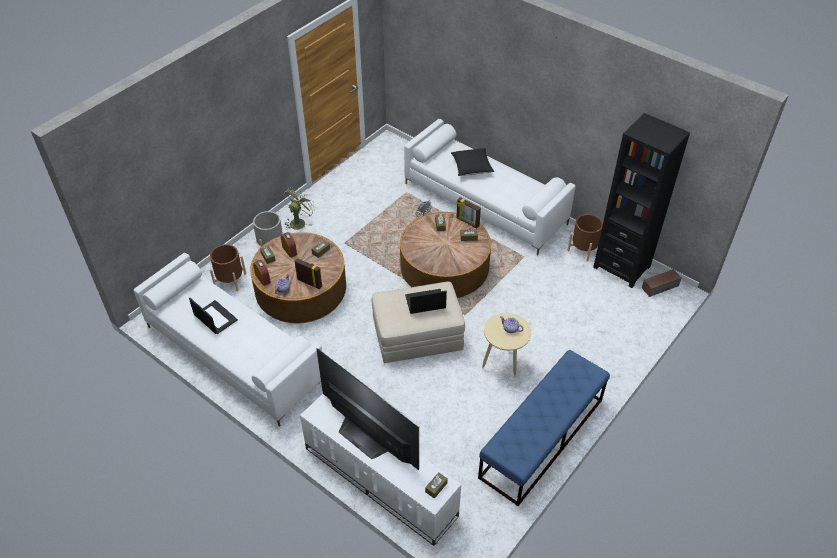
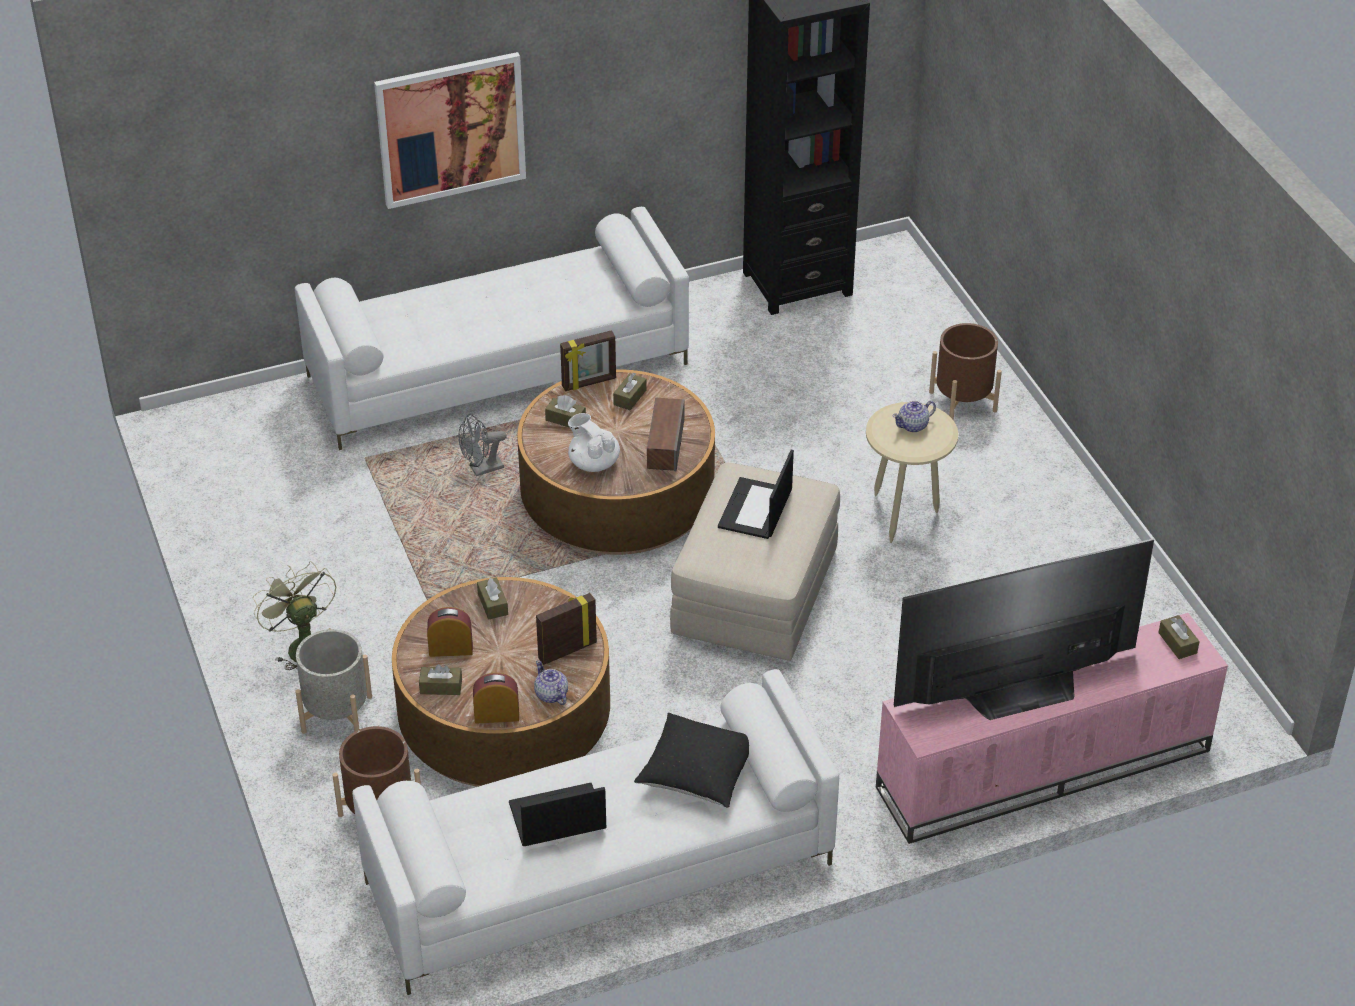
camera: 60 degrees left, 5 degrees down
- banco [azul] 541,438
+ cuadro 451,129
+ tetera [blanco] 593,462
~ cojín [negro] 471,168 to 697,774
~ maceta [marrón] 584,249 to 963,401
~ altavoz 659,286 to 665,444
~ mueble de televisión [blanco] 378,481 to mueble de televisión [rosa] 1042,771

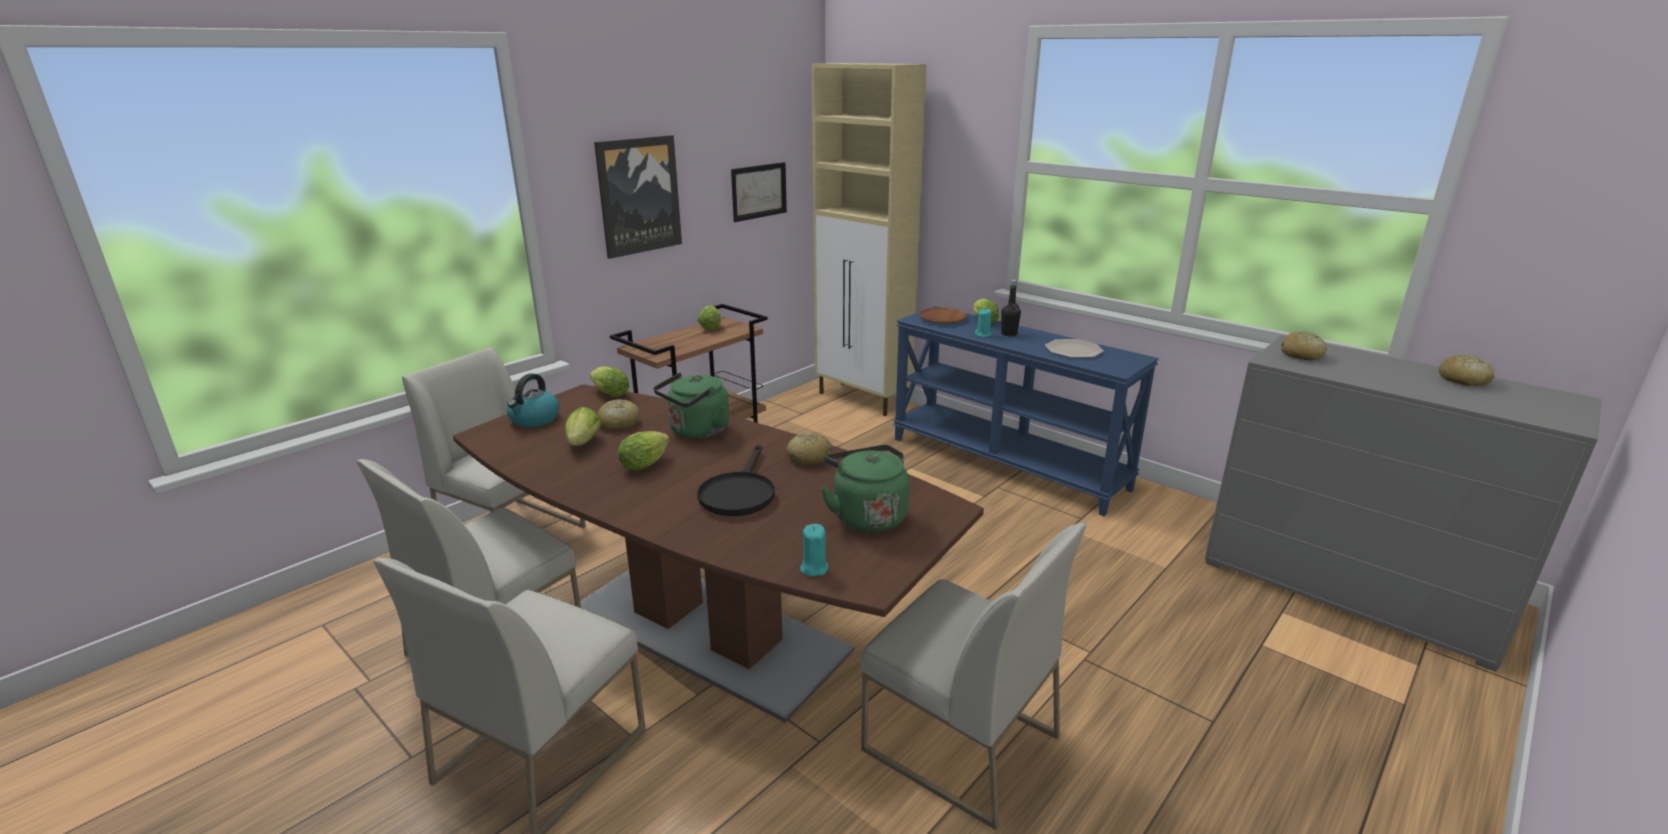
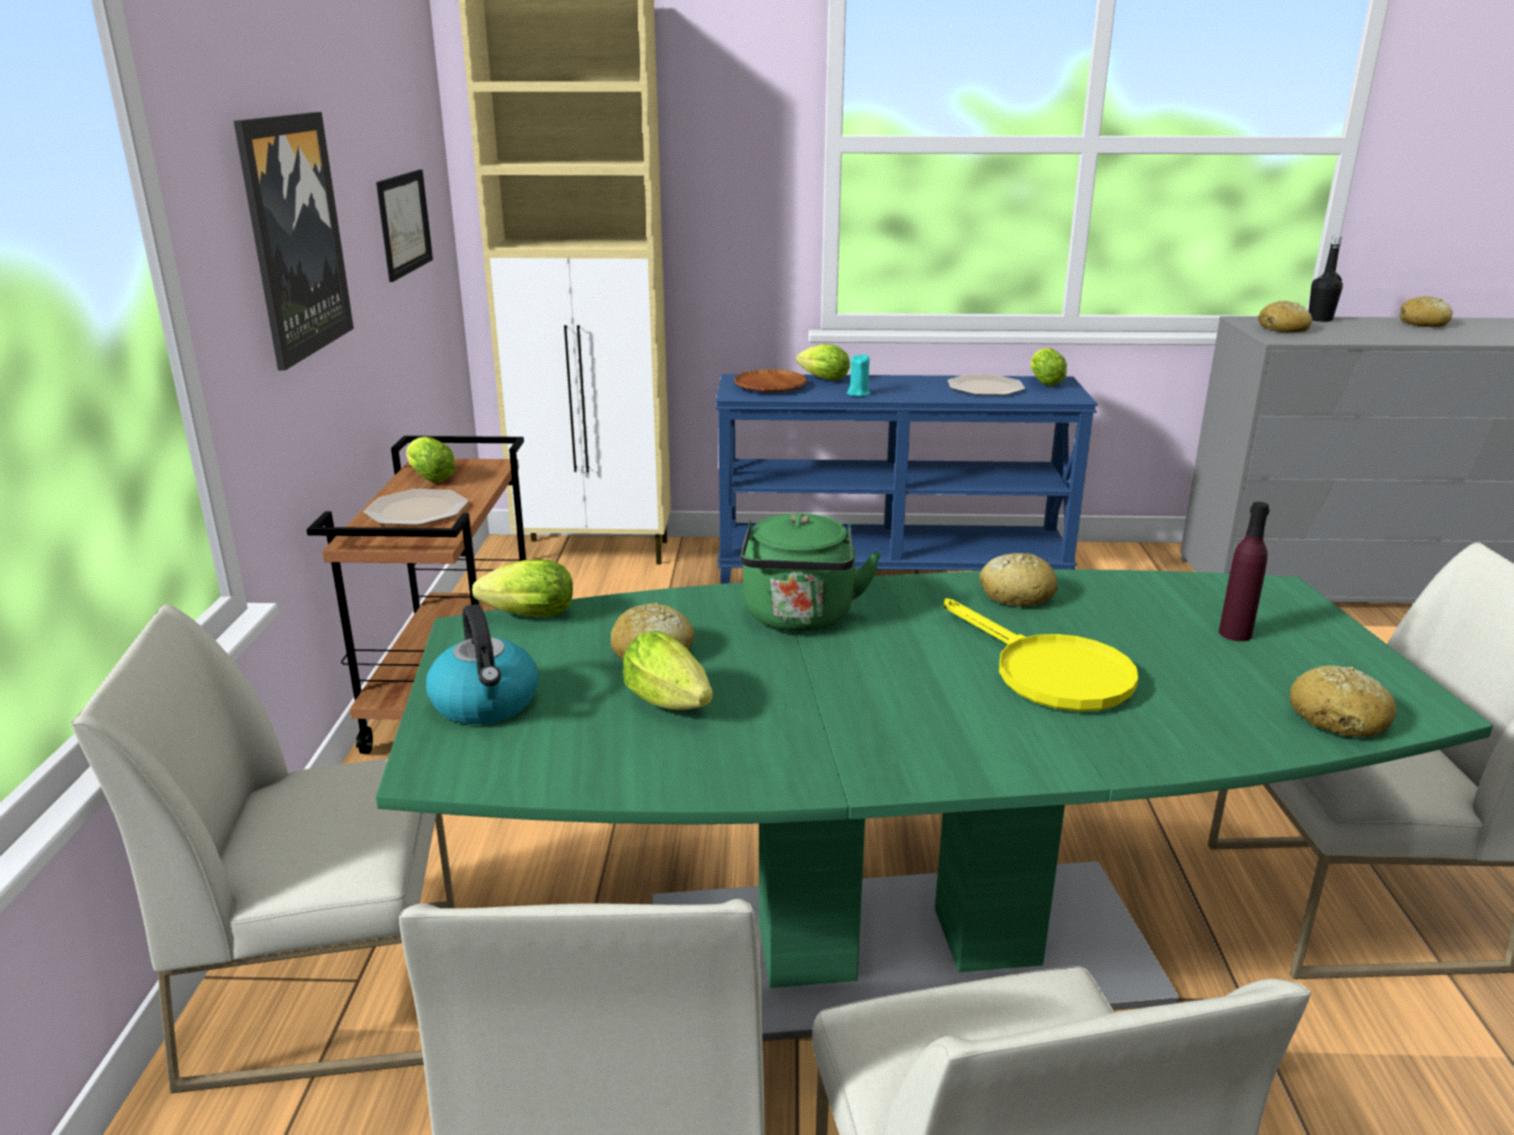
camera: 40 degrees left, 0 degrees up
+ plato 418,510
~ lechuga 647,463 to 1043,382
~ botella [negro] 1009,334 to 1320,319
~ vela [turquesa] 813,568 to pan 1338,718
~ hervidor [verde] 867,516 to botella [morado] 1235,634
~ mesa de comedor [marrón] 707,629 to mesa de comedor [verde] 897,949
~ sartén [negro] 739,493 to sartén [amarillo] 1048,672

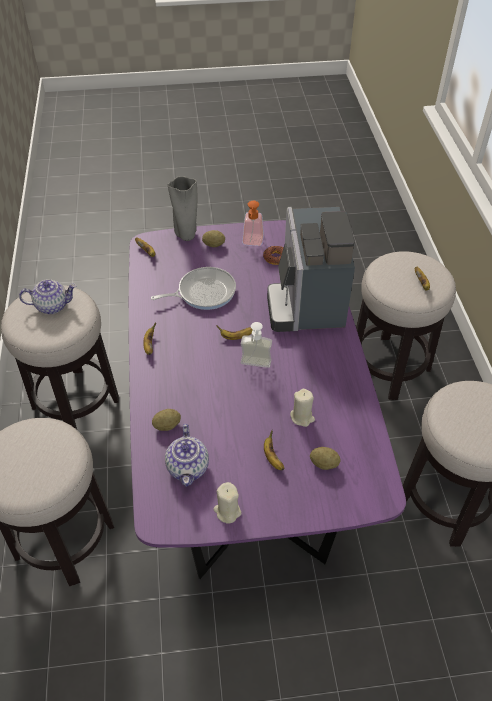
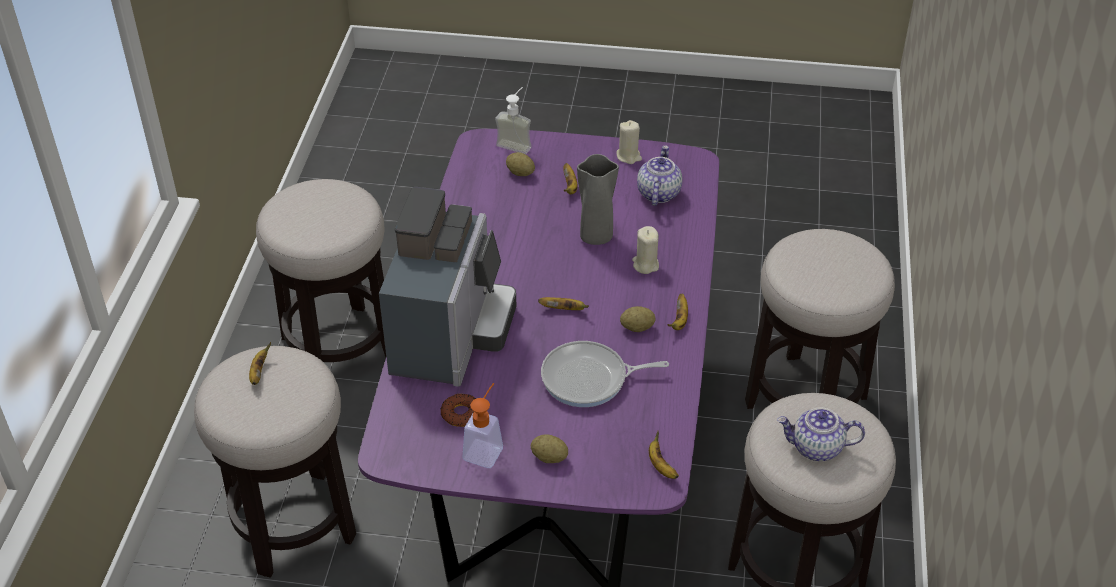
camera: 165 degrees left, 5 degrees down
~ patata 167,425 to 637,328
~ florero [gris] 186,236 to 596,237
~ dispensador de jabón 255,366 to 517,143
~ vela [beis] 302,417 to 645,265

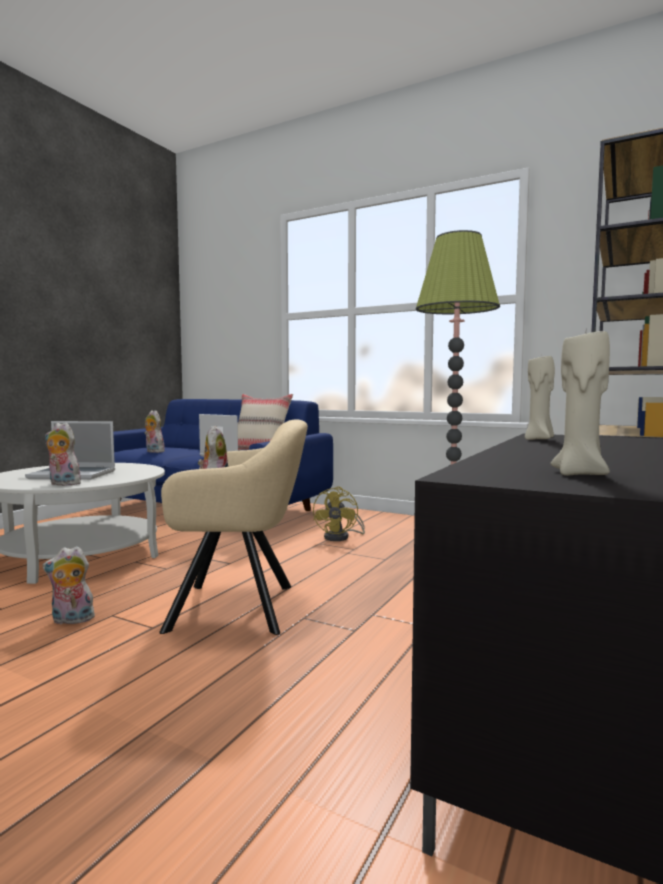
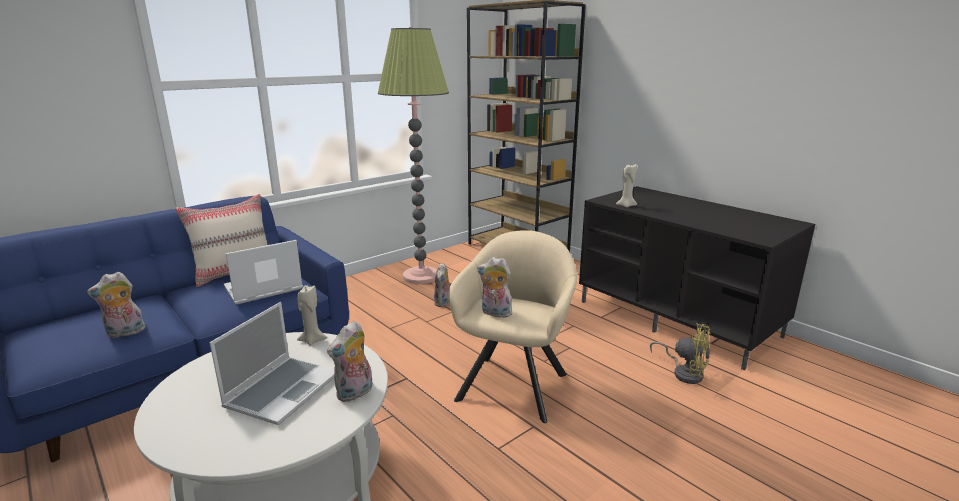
camera: 70 degrees left, 15 degrees up
~ peluche 71,620 to 443,303
~ ventilador [amarillo] 341,537 to 684,372
~ vela [beis] 580,474 to 312,340

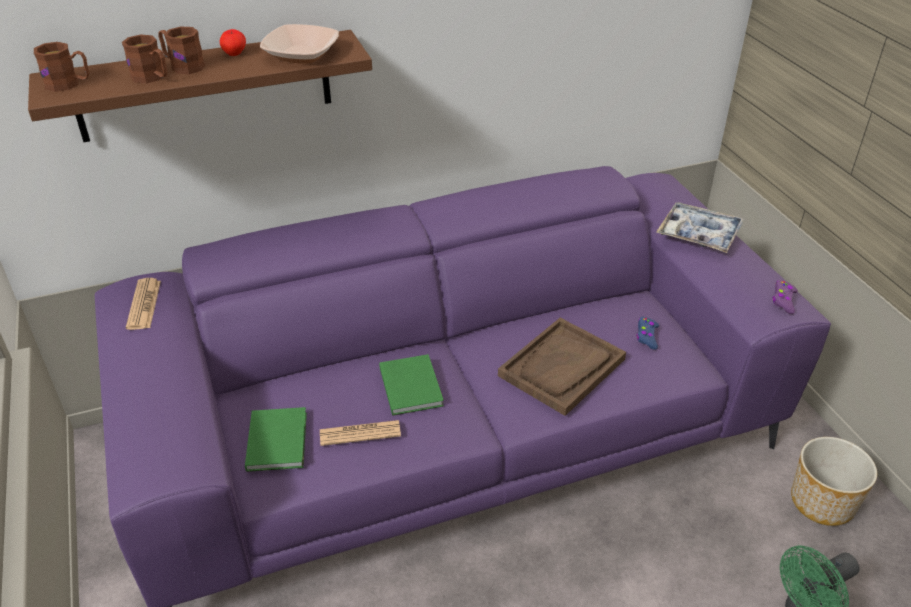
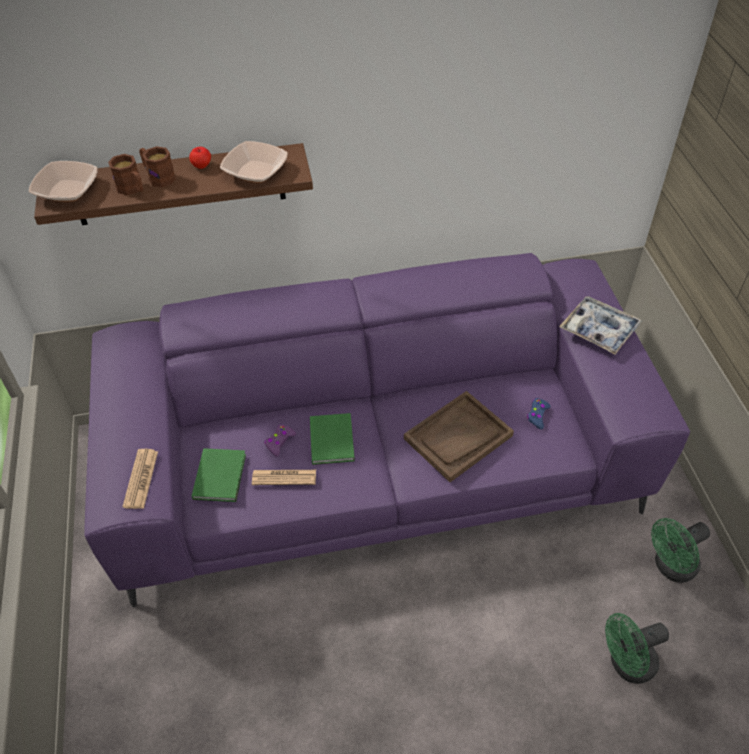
camera: 10 degrees right, 10 degrees up
~ periódico 144,304 to 141,479
~ mando de consola [morado] 783,300 to 279,442
~ taza grande [marrón] 69,84 to cuenco 67,191
~ maceta 822,502 to ventilador [verde] 670,567

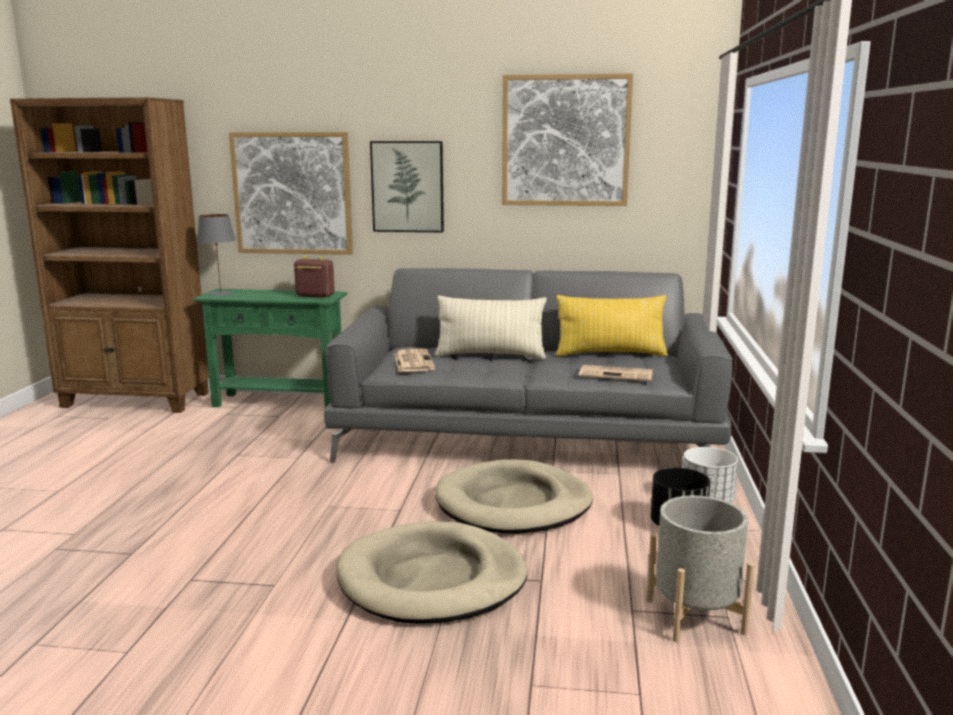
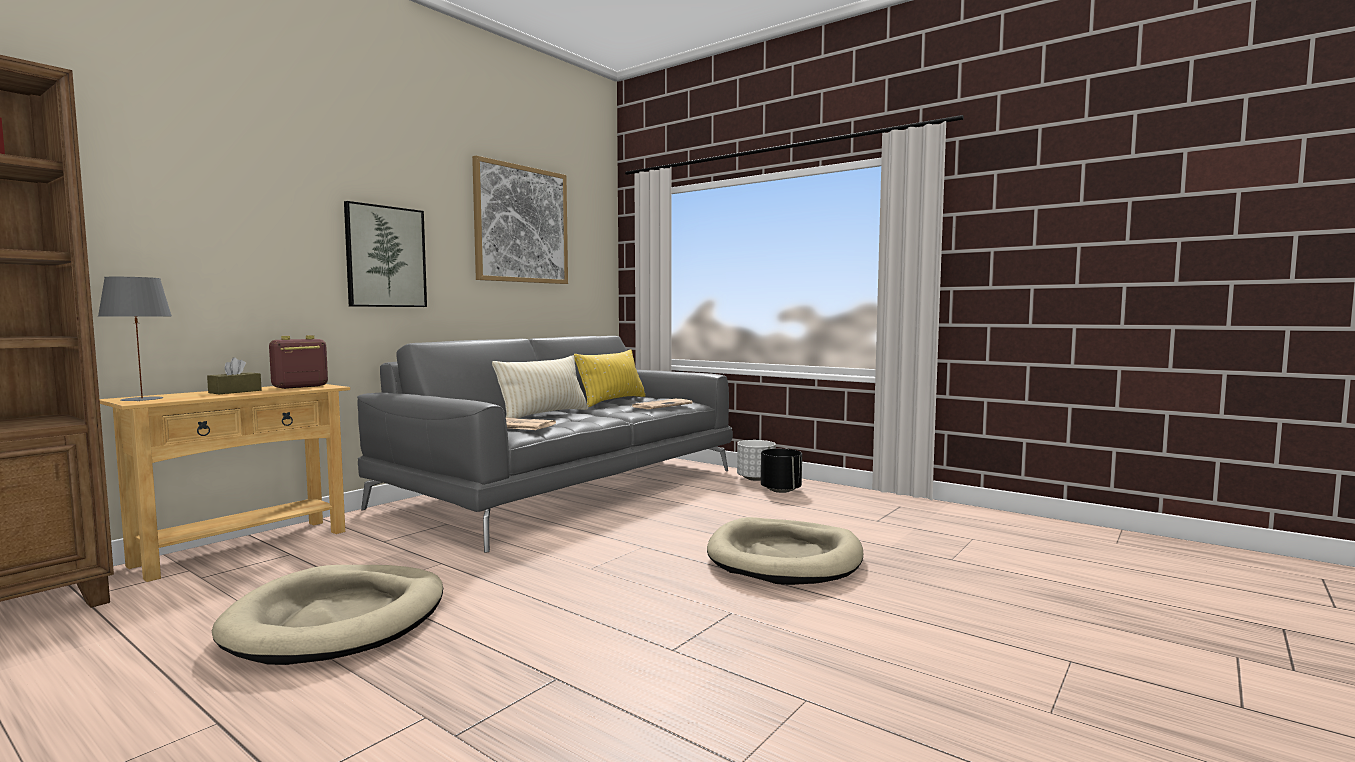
camera: 60 degrees left, 10 degrees down
- cuadro 292,193
- maceta [gris] 695,616
+ caja de pañuelos [marrón] 235,391
~ cama para perro [beis] 513,504 to 339,620
~ mesa consola [verde] 279,402 to mesa consola [beis] 243,548

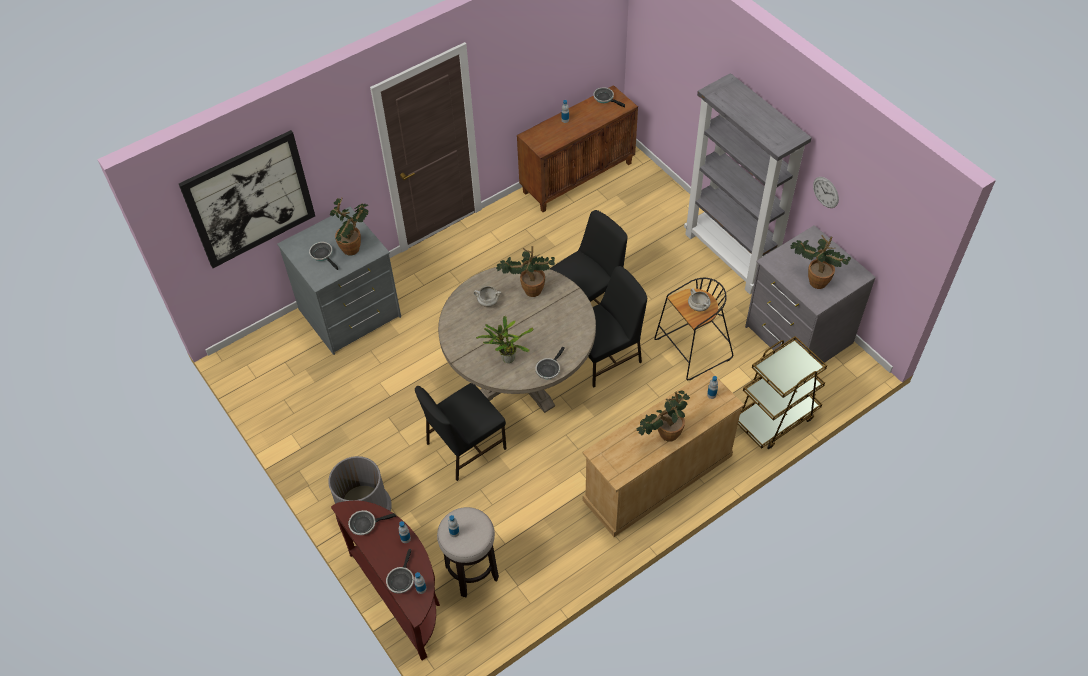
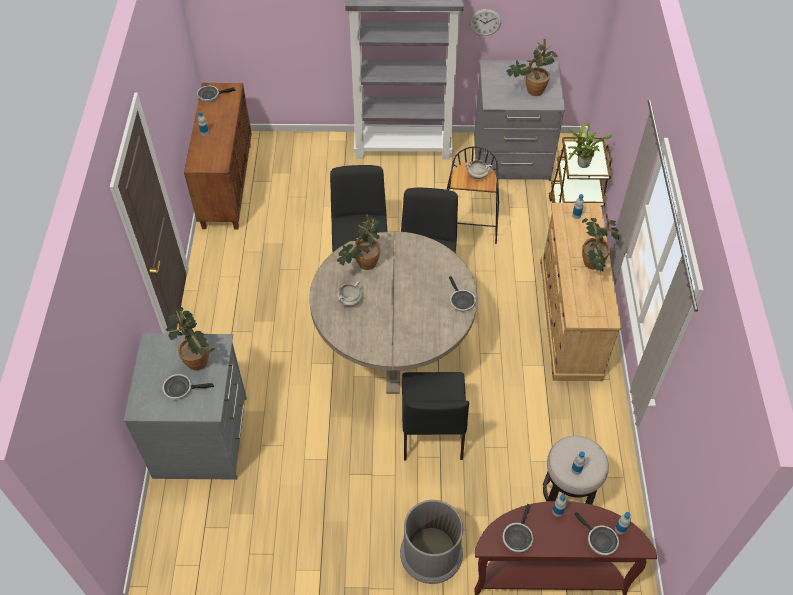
camera: 55 degrees left, 0 degrees up
- cuadro 249,199
~ planta en maceta 506,358 to 581,165

